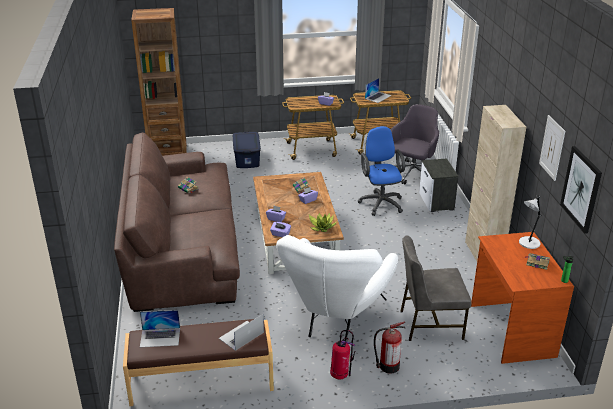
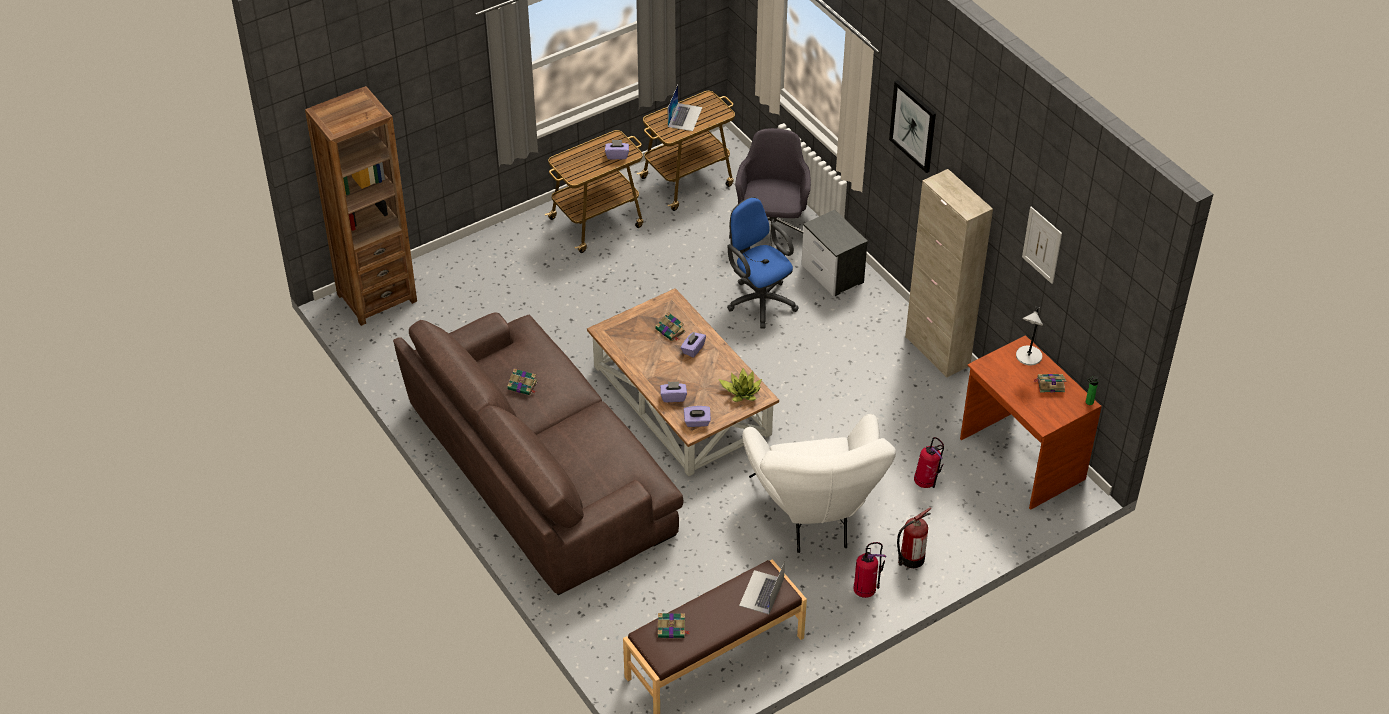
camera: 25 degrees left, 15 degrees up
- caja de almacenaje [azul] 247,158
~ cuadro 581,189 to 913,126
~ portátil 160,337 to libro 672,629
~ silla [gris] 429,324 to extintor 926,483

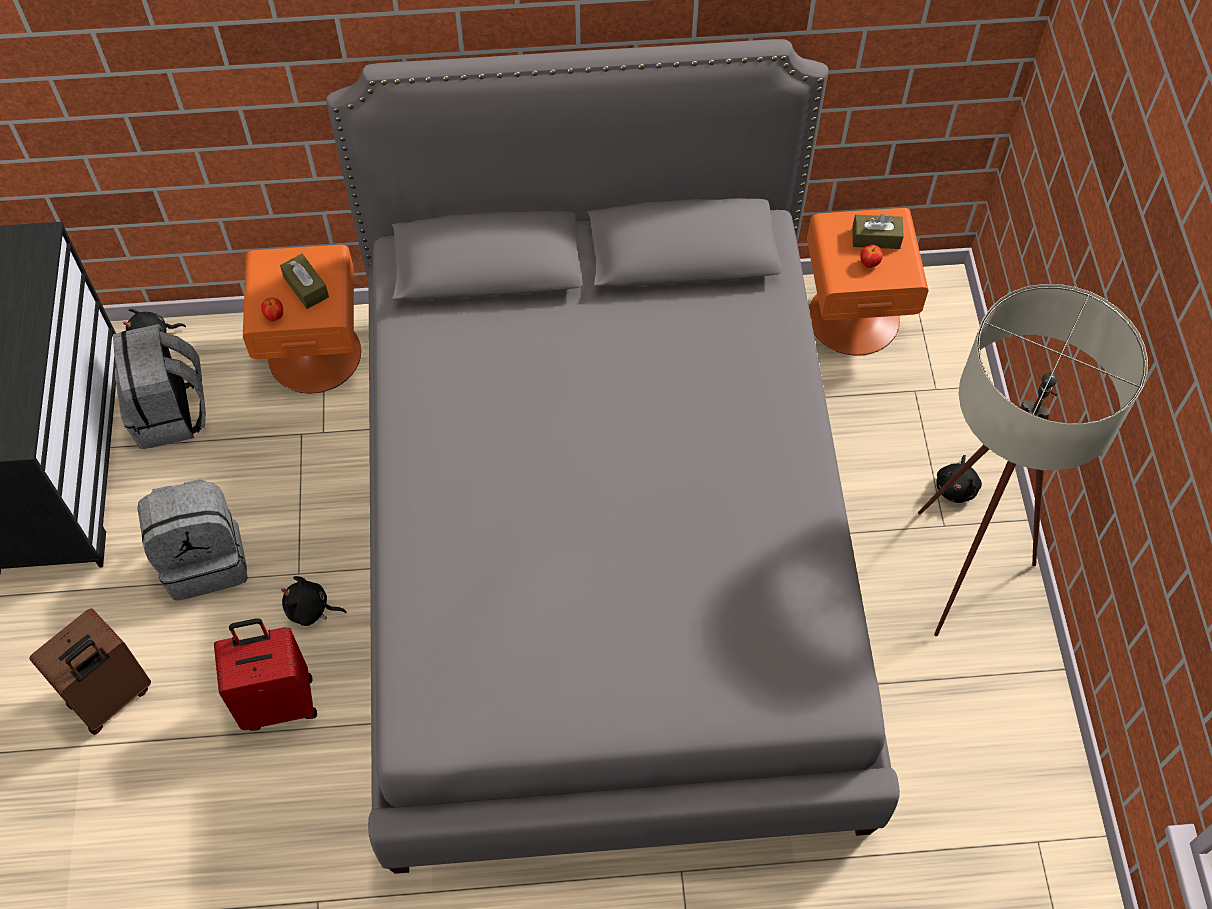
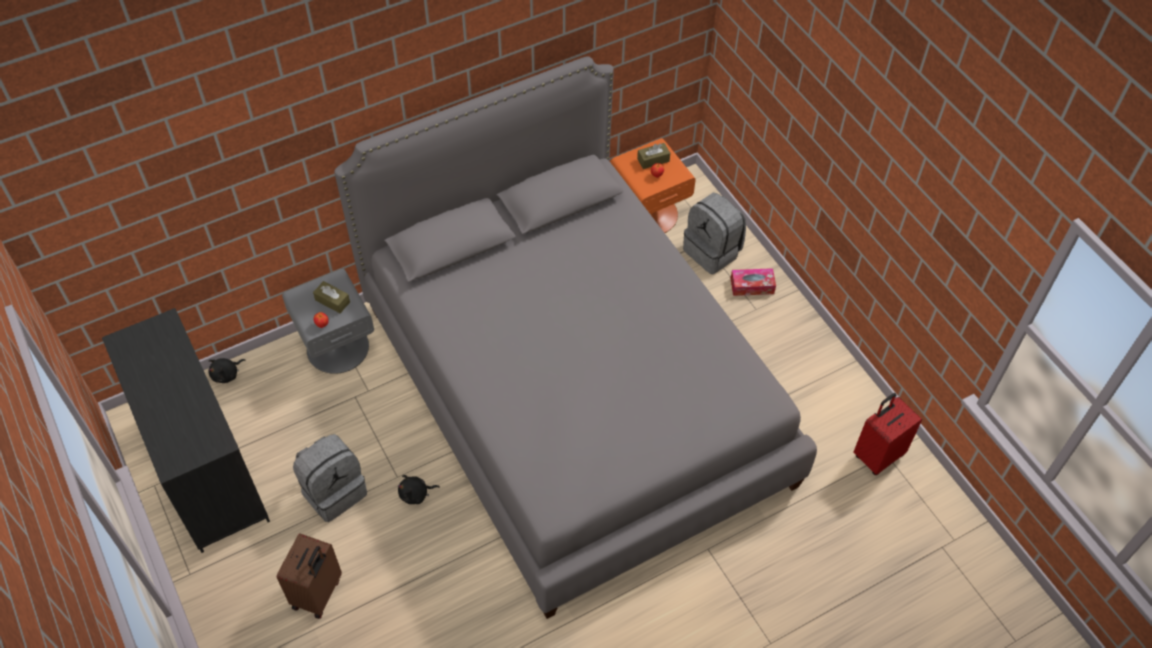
camera: 25 degrees left, 5 degrees down
- lámpara de pie [beis] 956,583
~ mochila [gris] 171,413 to 713,251
~ maleta [rojo] 278,701 to 877,455
~ peluche [negro] 956,487 to caja de pañuelos 752,286
~ mesita de noche [naranja] 314,353 to mesita de noche [gris] 337,346

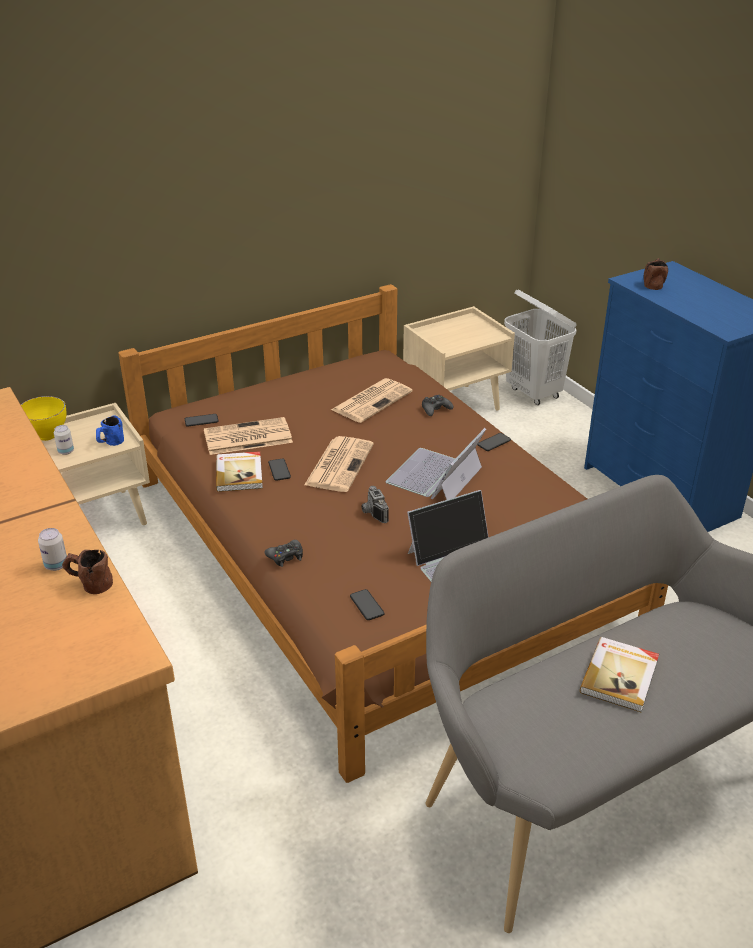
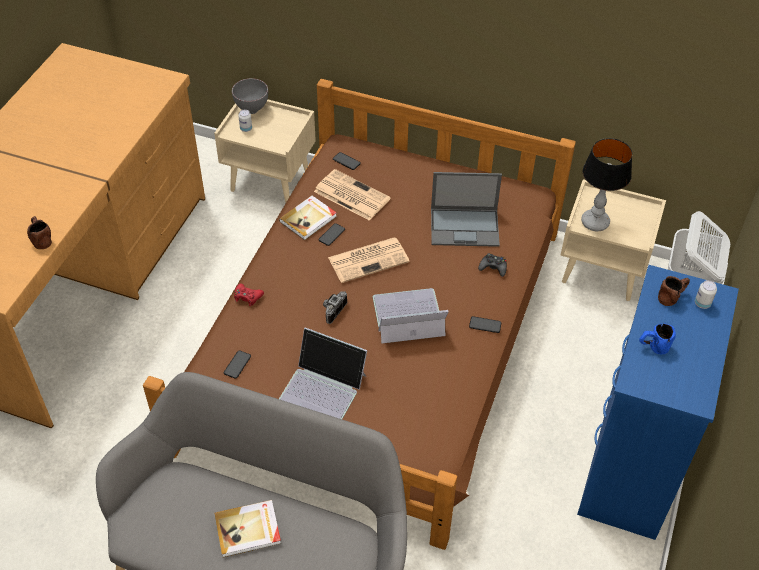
camera: 50 degrees right, 15 degrees up
+ lámpara de mesa 594,222
~ lata 56,565 to 702,303
~ taza grande [azul] 110,443 to 653,347
~ periódico 372,400 to portátil 465,227
~ cuenco [amarillo] 46,436 to cuenco [gris] 251,109
~ mando de consola [negro] 286,557 to mando de consola [rojo] 247,297

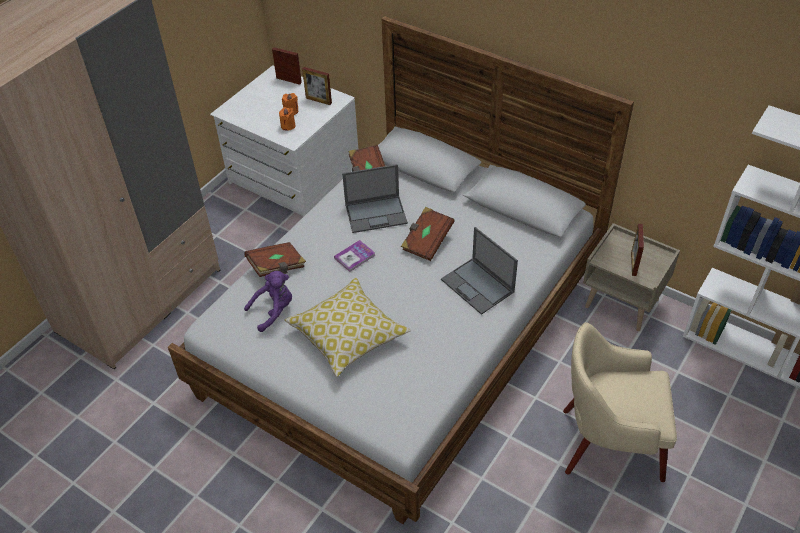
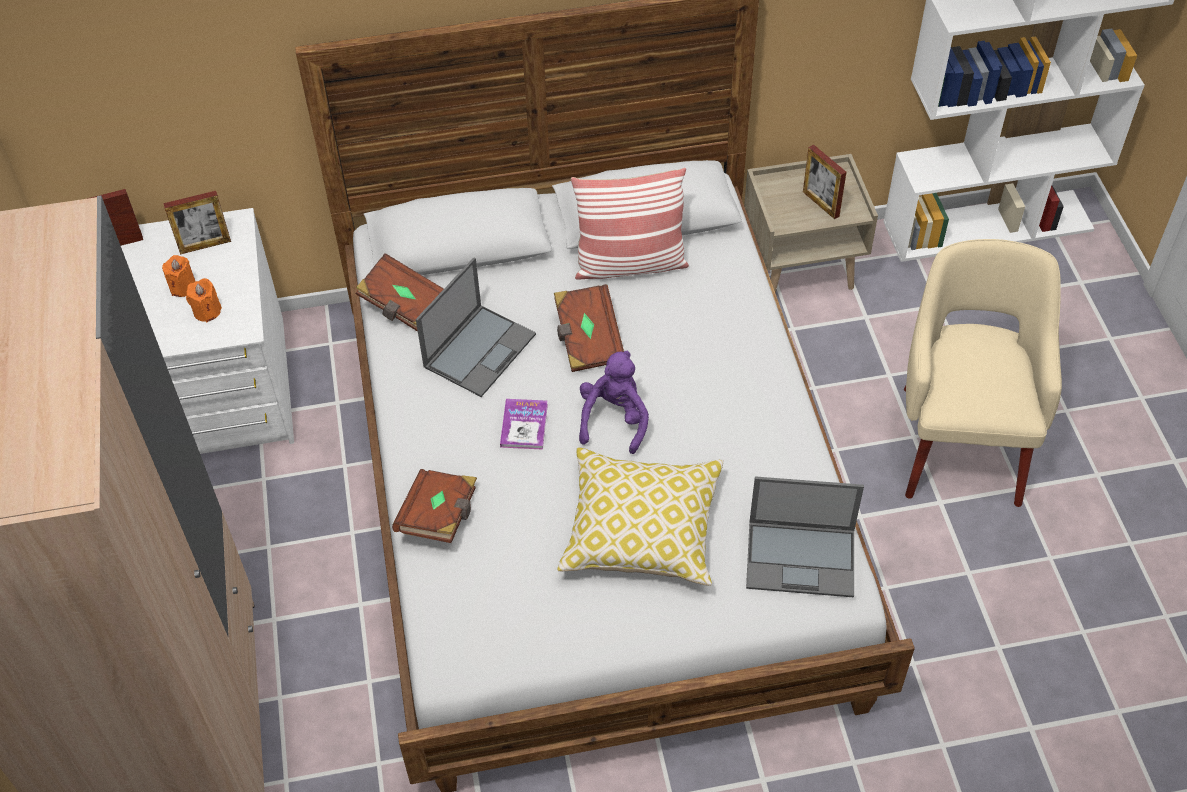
camera: 45 degrees left, 5 degrees up
+ cojín 630,264
~ peluche [morado] 274,311 to 614,419
~ portátil 478,286 to 802,558
~ sillón [beis] 608,443 = 960,440 135 degrees clockwise

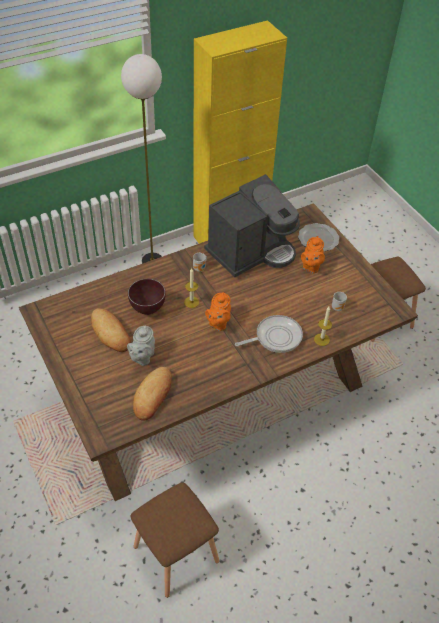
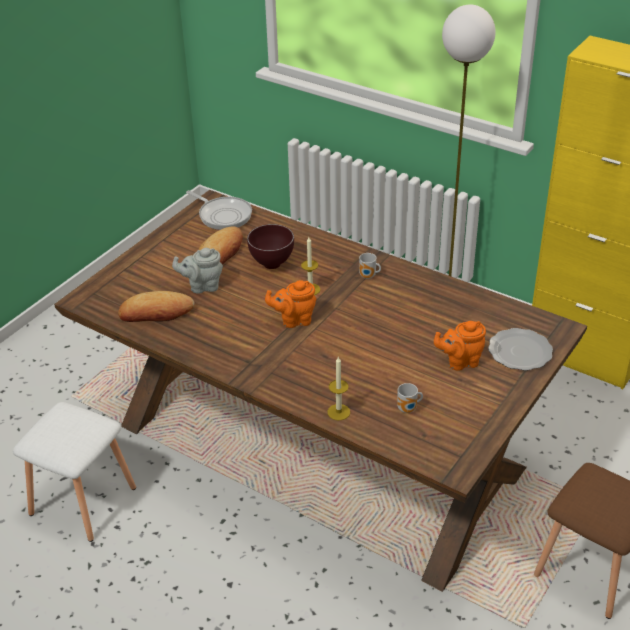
camera: 65 degrees right, 10 degrees down
- cafetera 251,251
~ sartén 275,337 to 223,215
~ taburete [marrón] 175,555 to taburete [blanco] 81,501

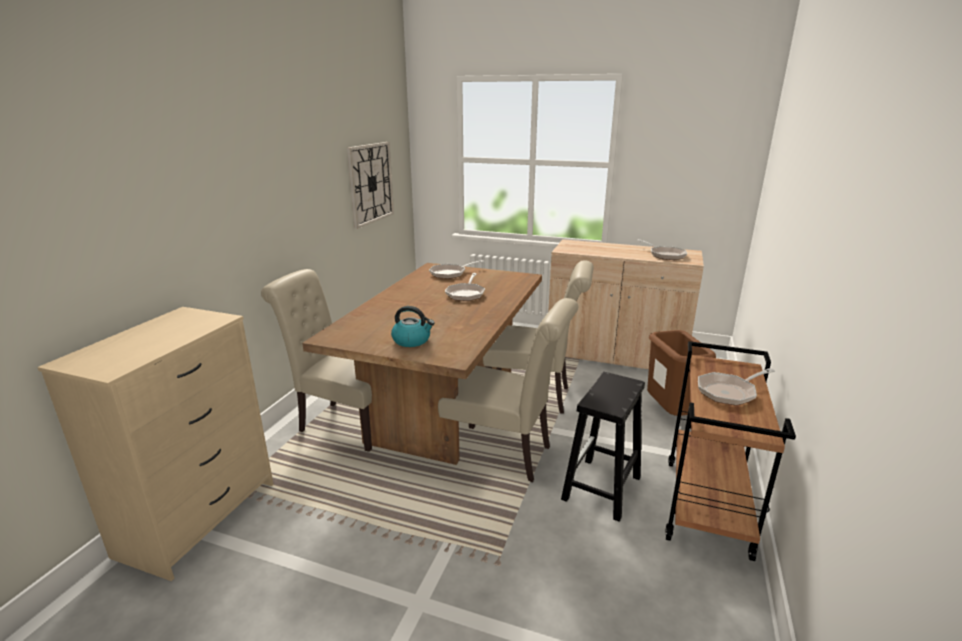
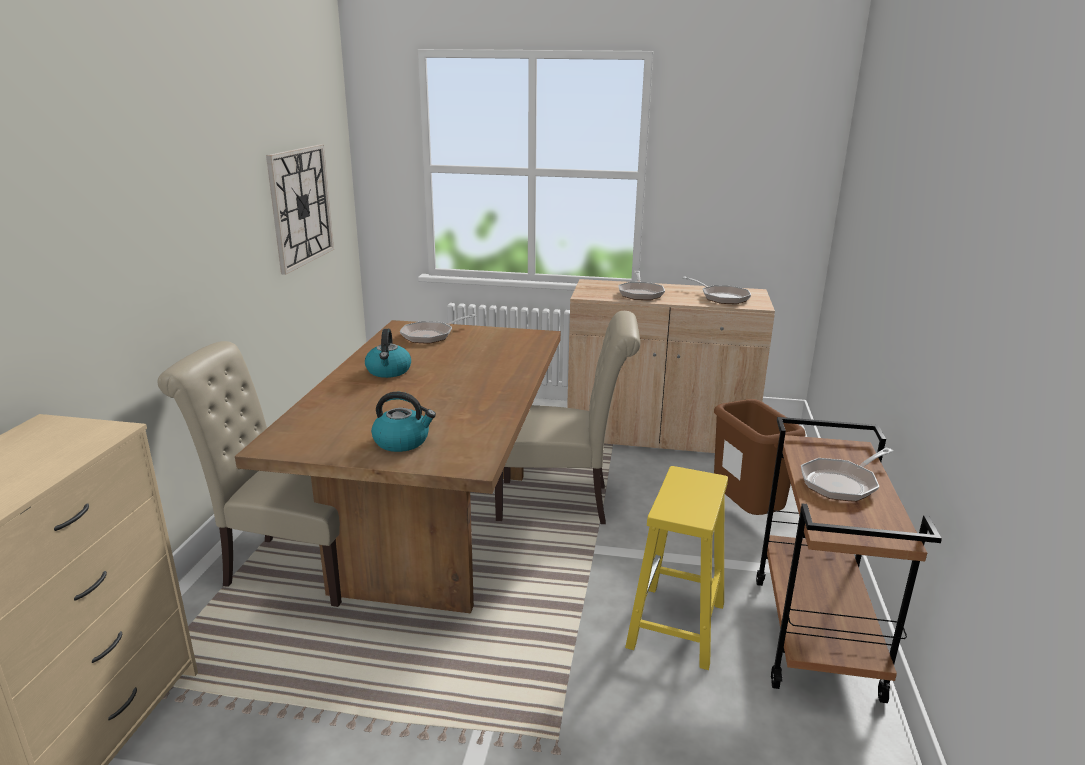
camera: 10 degrees left, 0 degrees up
- silla [beis] 505,454
+ hervidor 389,371
~ sartén 466,294 to 640,293
~ taburete [negro] 601,489 to taburete [amarillo] 676,626

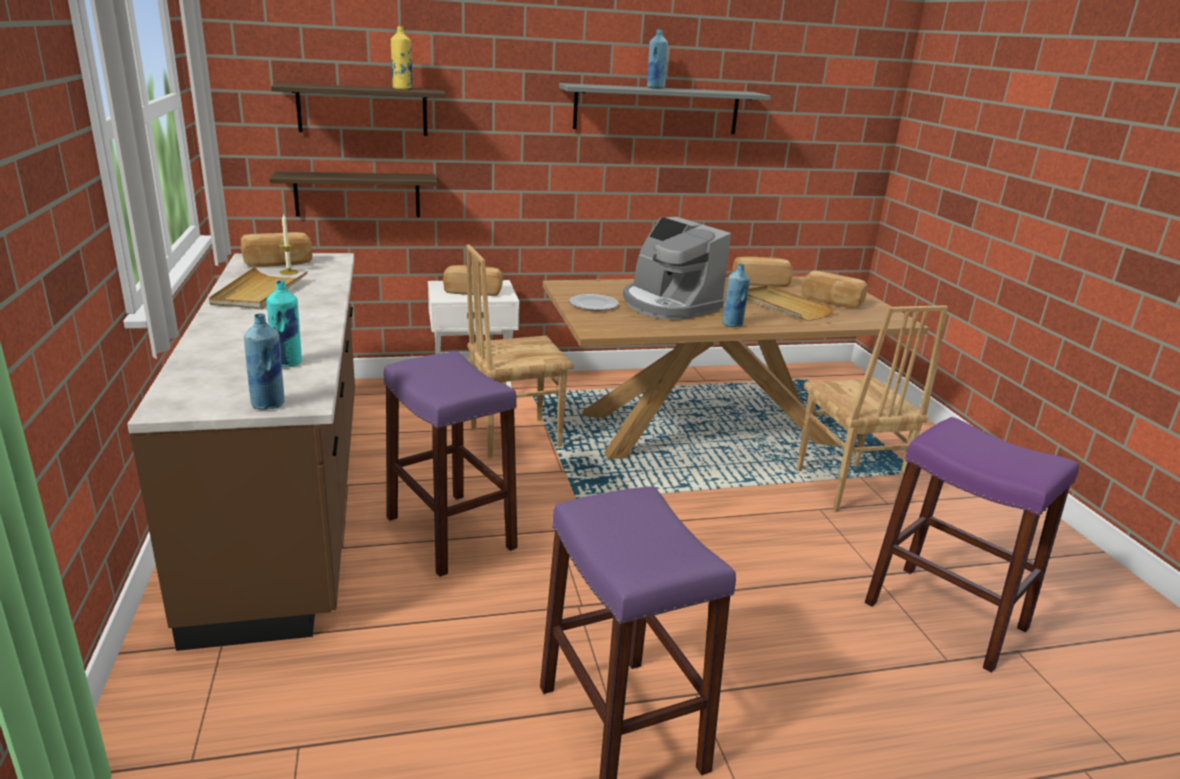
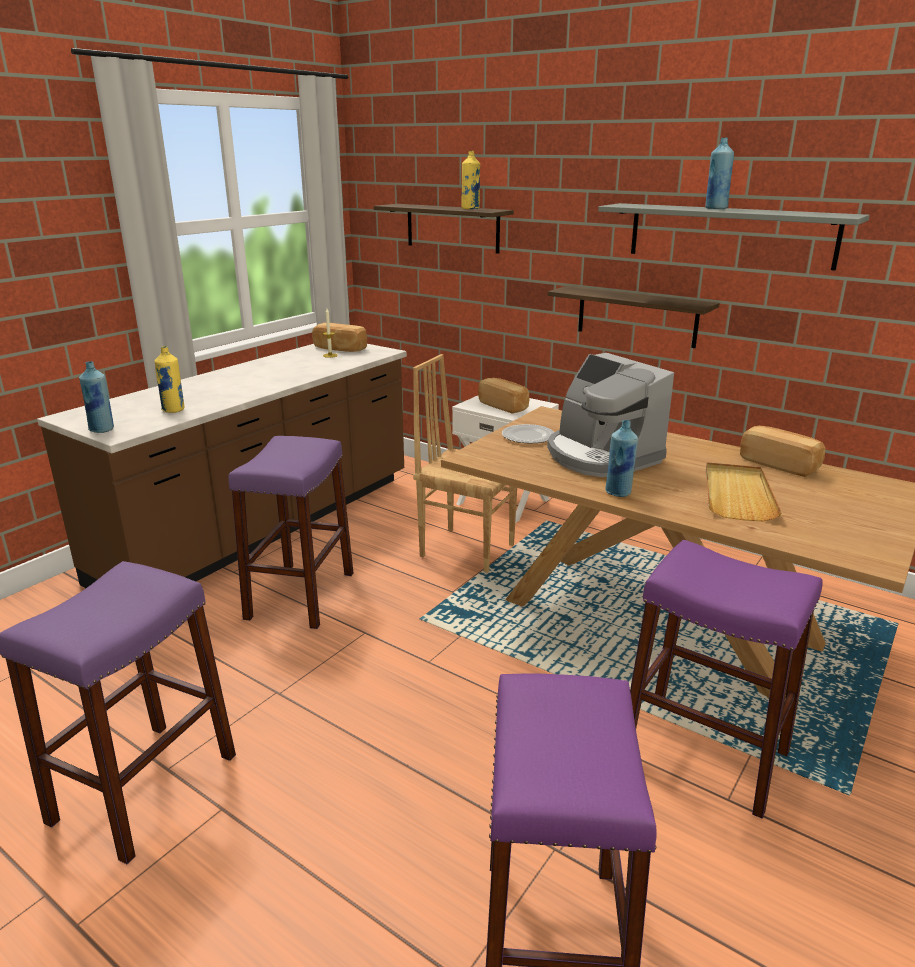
camera: 50 degrees right, 0 degrees up
- bandeja [beis] 259,292
- pan 831,302
~ estante 357,194 to 636,316
~ silla [marrón] 845,488 to taburete [morado] 703,753
~ botella [turquesa] 288,363 to botella [amarillo] 173,410
~ cafetera 668,305 = 601,456 45 degrees counterclockwise

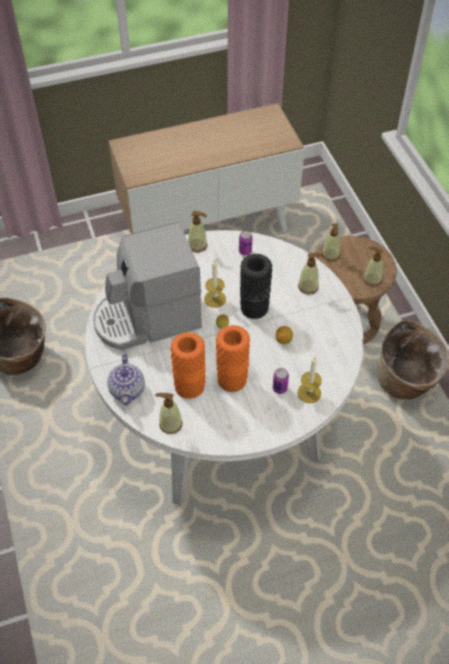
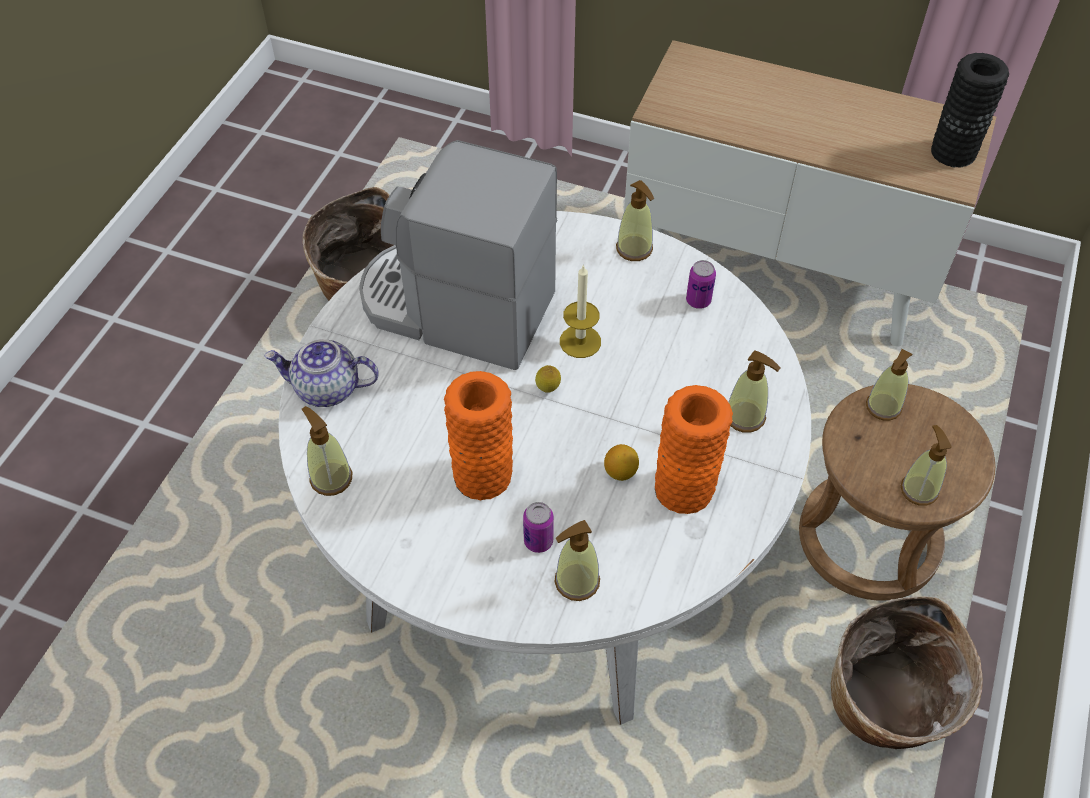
camera: 40 degrees right, 0 degrees up
~ florero [naranja] 190,385 to 684,489
~ florero [negro] 254,308 to 953,152
~ vela 309,393 to dispensador de jabón 576,581
~ tetera 128,390 = 326,389 60 degrees clockwise

